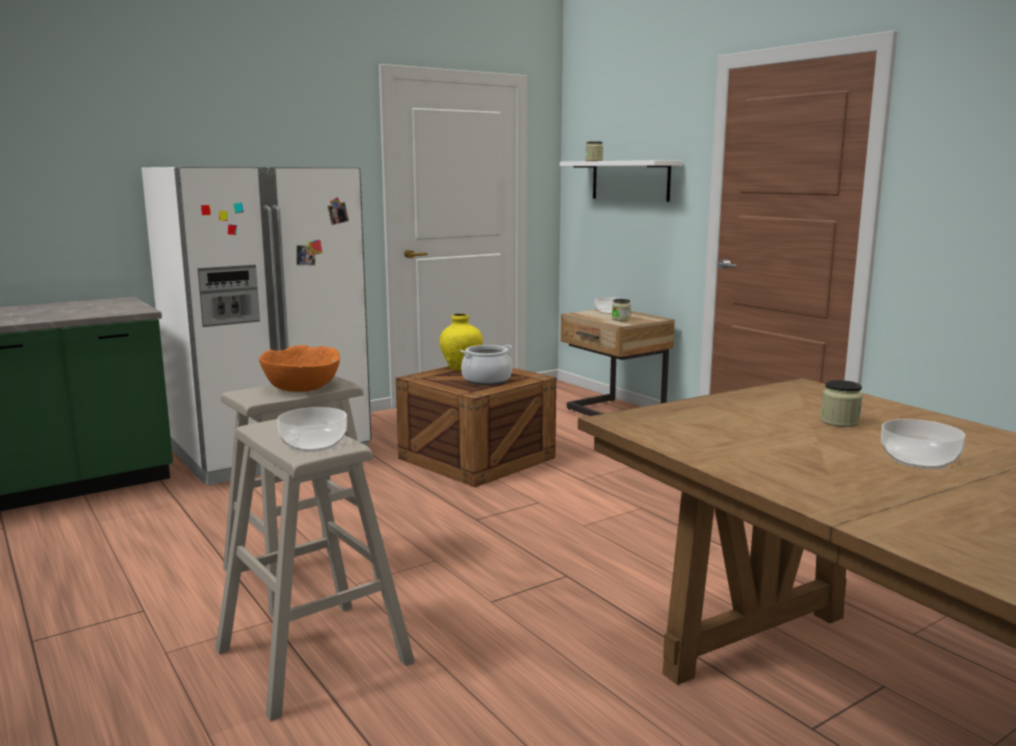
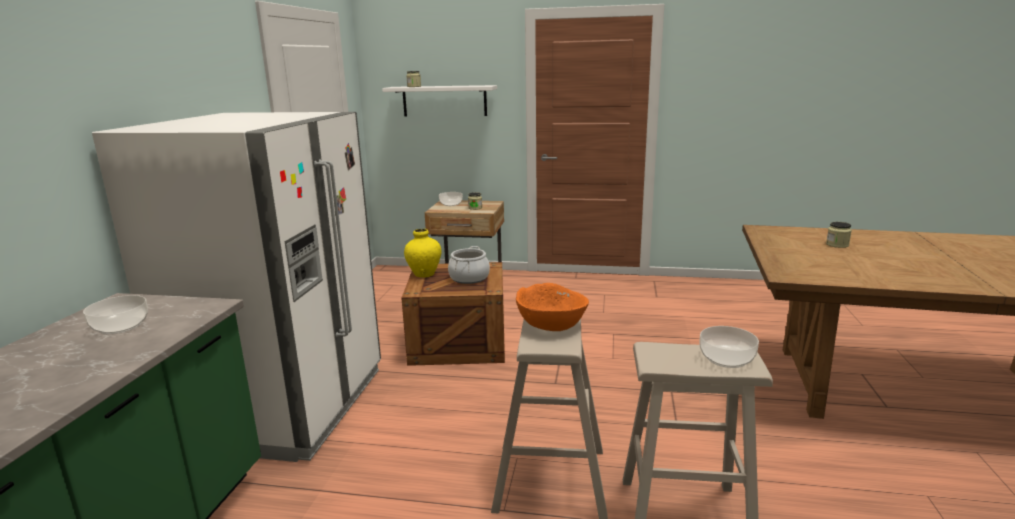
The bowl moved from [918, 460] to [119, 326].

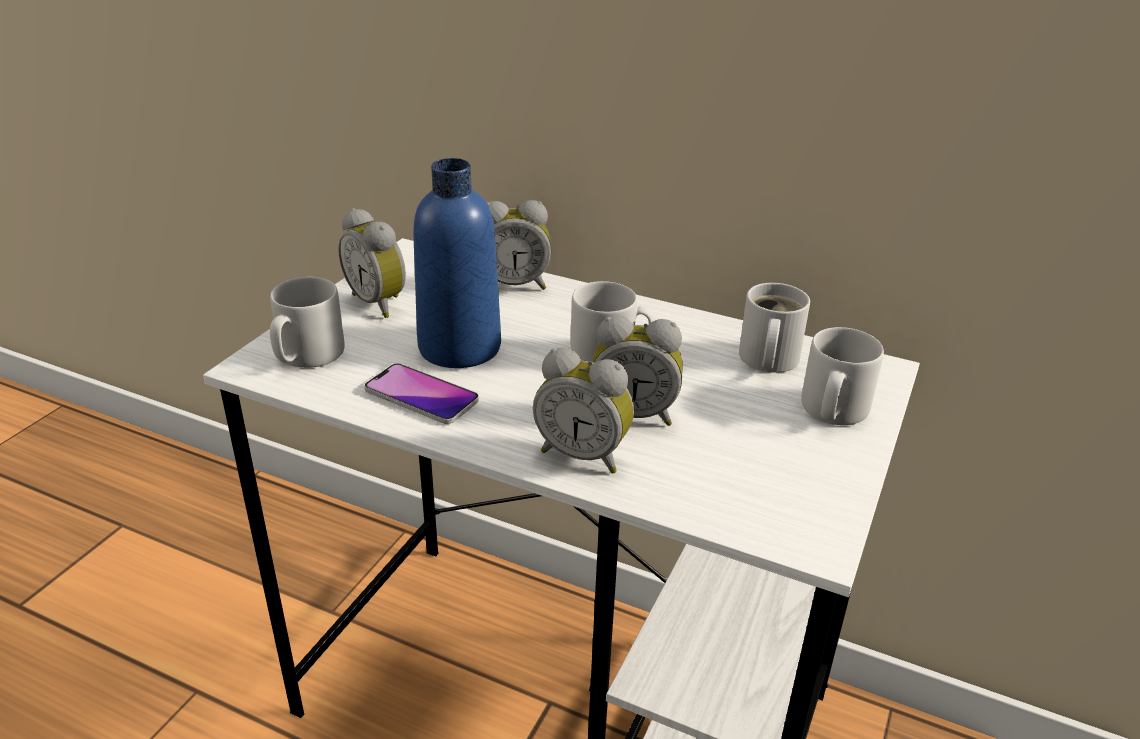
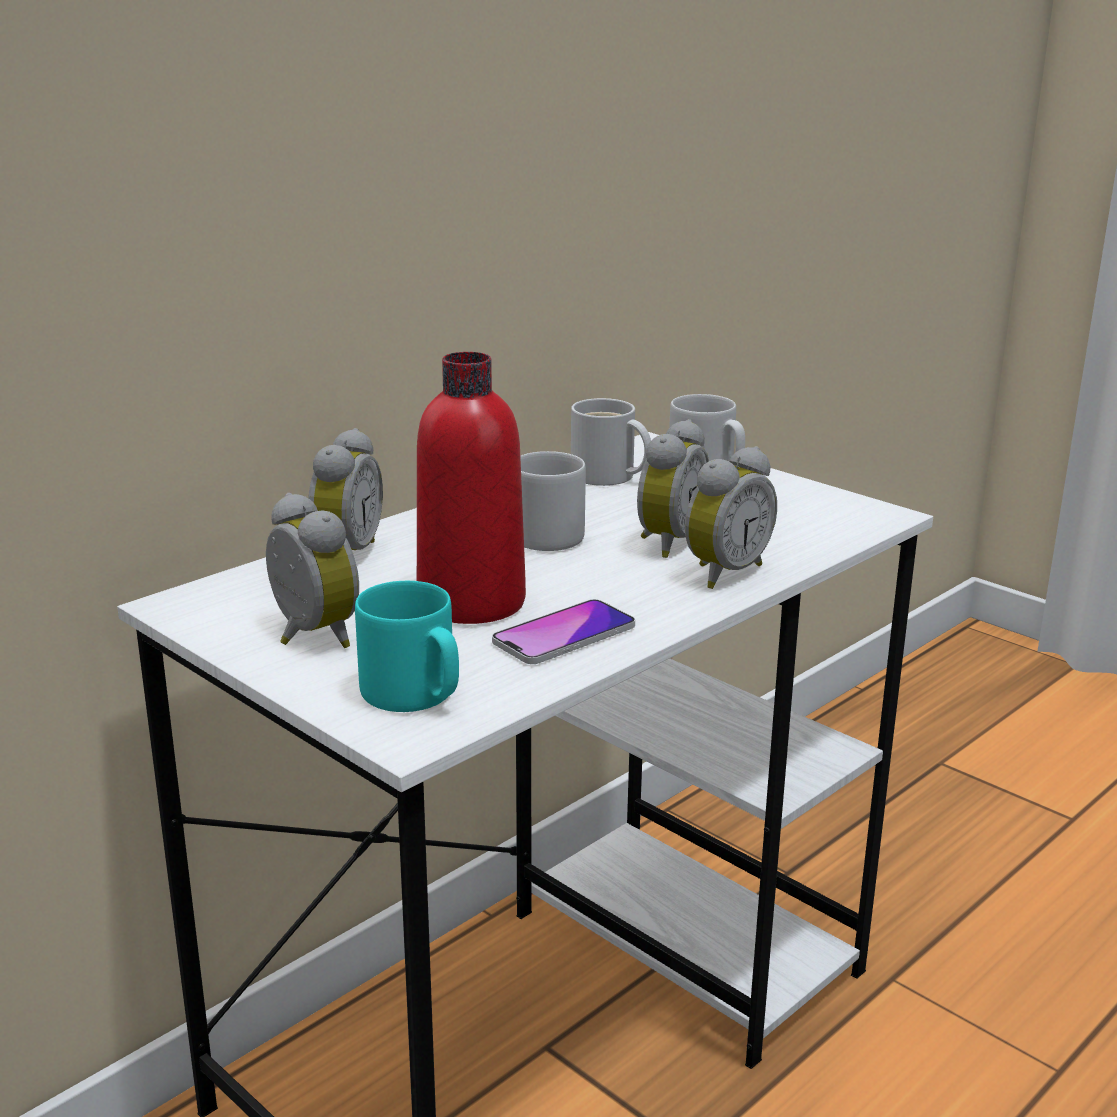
The mug/grey at [307, 356] became the mug/turquoise at [415, 696]. The alarm clock at [380, 303] turned 105 degrees counterclockwise. The bottle/blue at [459, 347] became the bottle/red at [471, 603].

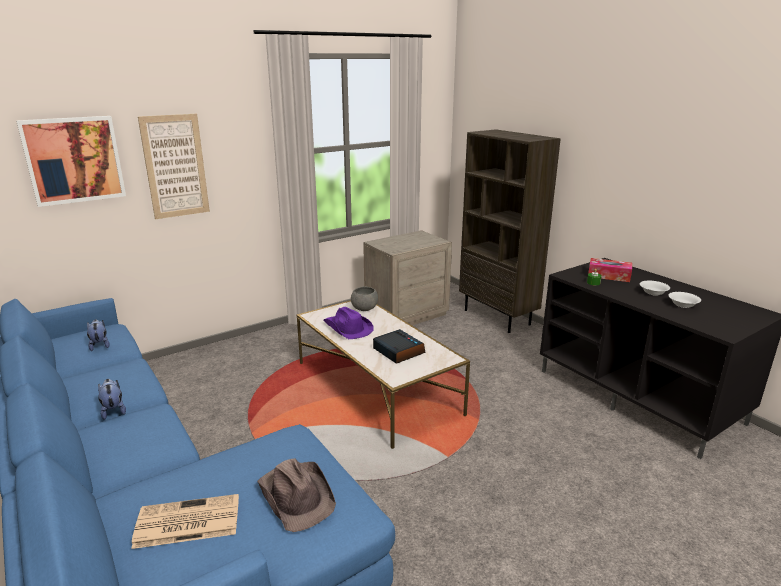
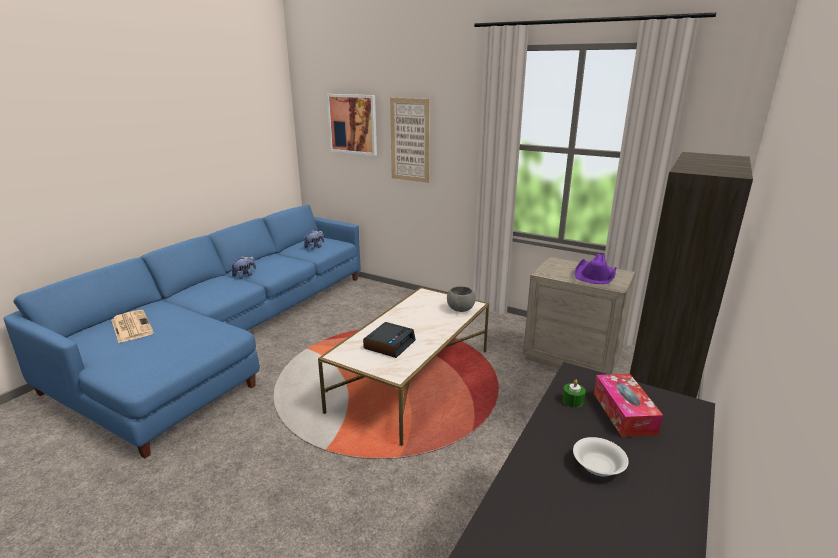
The hat/brown at [297, 495] disappeared. The hat/purple moved from [347, 328] to [595, 275]. The bowl/white at [683, 305] disappeared.

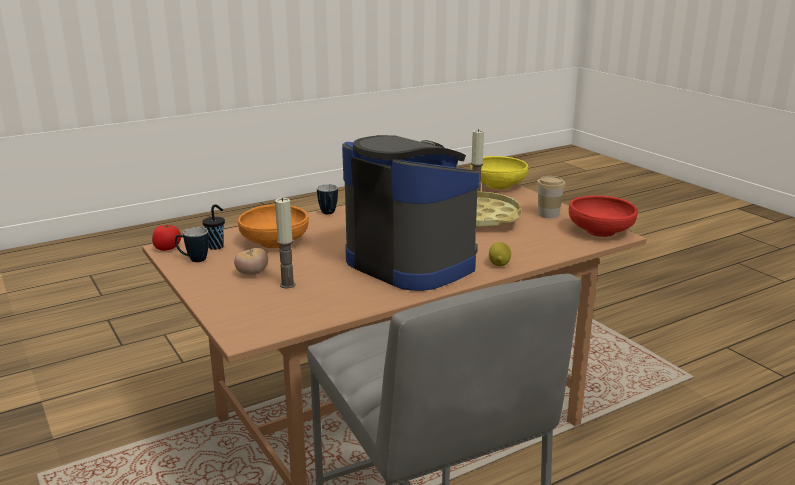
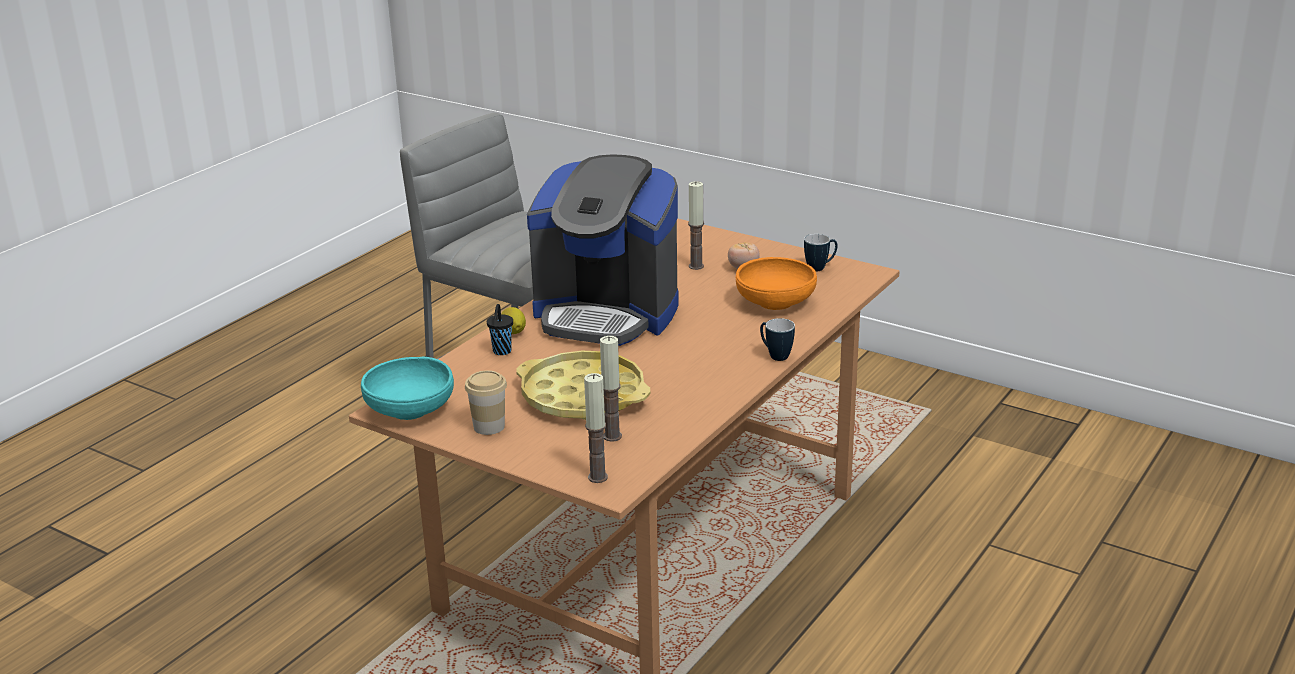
The tomato at [167, 248] disappeared. The cup/black moved from [217, 246] to [501, 352]. The bowl/yellow at [498, 186] was replaced by the candle at [597, 477]. The bowl/red at [600, 231] became the bowl/turquoise at [410, 410].

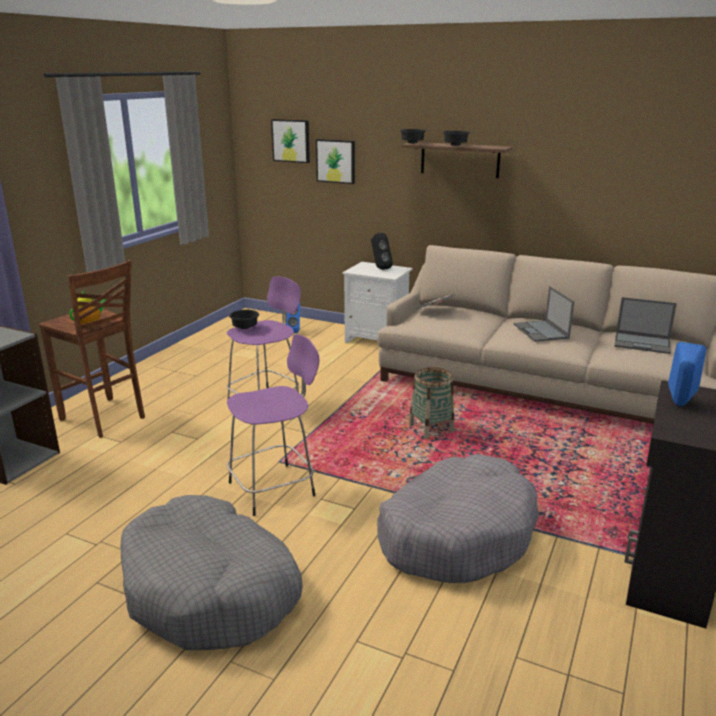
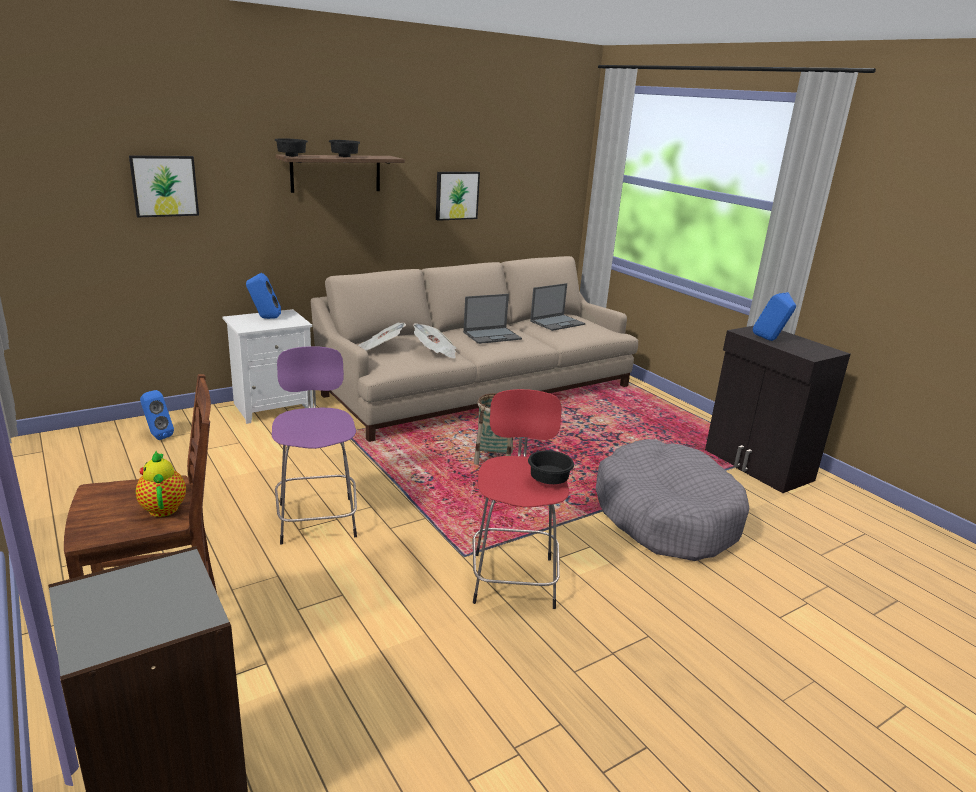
The dog bed/grey at [210, 590] disappeared. The stool/purple at [274, 488] became the stool/red at [513, 577]. The bowl/black moved from [246, 327] to [548, 479]. The picture moved from [291, 140] to [456, 195]. The speaker/black at [380, 268] became the speaker/blue at [264, 318]. The laptop at [541, 331] turned 45 degrees counterclockwise. The newspaper at [435, 353] appeared.

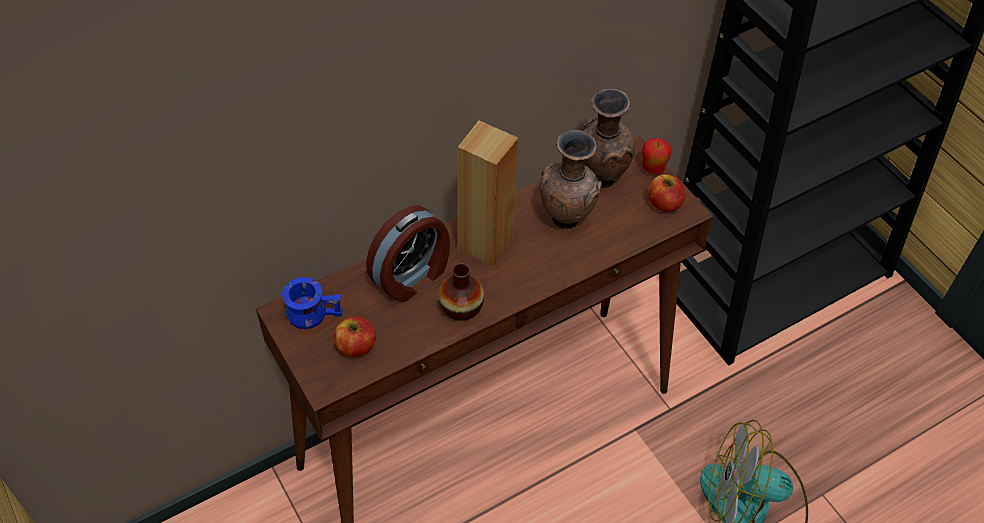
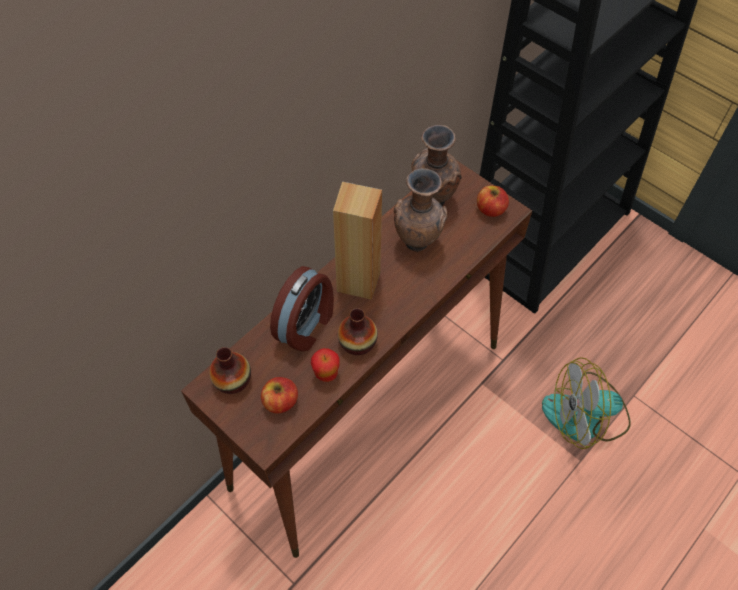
The mug/blue at [313, 311] was replaced by the vase at [232, 380]. The apple moved from [653, 168] to [326, 373].

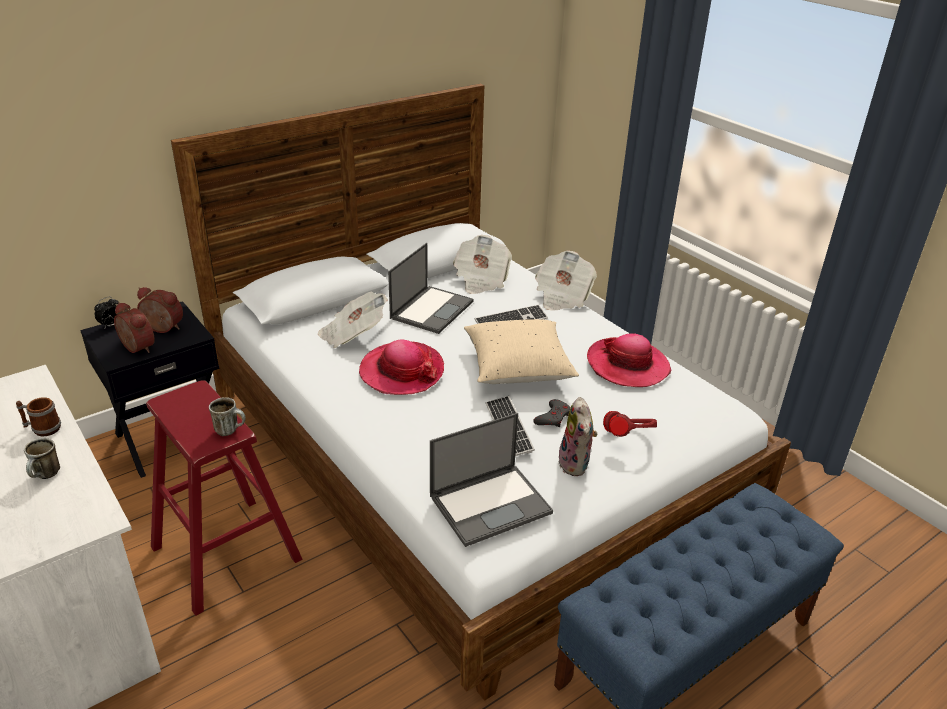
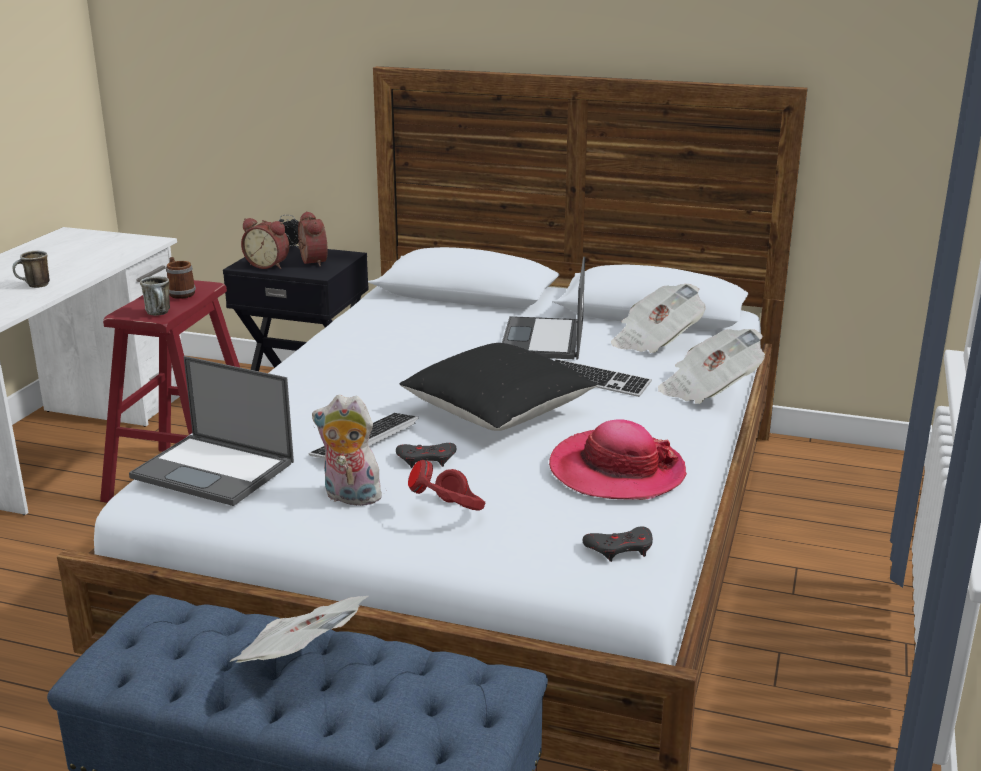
The mug moved from [42, 428] to [180, 293]. The alarm clock at [135, 348] turned 105 degrees clockwise. The newspaper moved from [352, 335] to [301, 659]. The hat at [401, 371] disappeared. The laptop at [432, 309] turned 105 degrees clockwise. The pillow/beige at [517, 368] became the pillow/black at [498, 413]. The plush toy at [576, 464] turned 60 degrees clockwise. The game controller/grey at [620, 549] appeared.

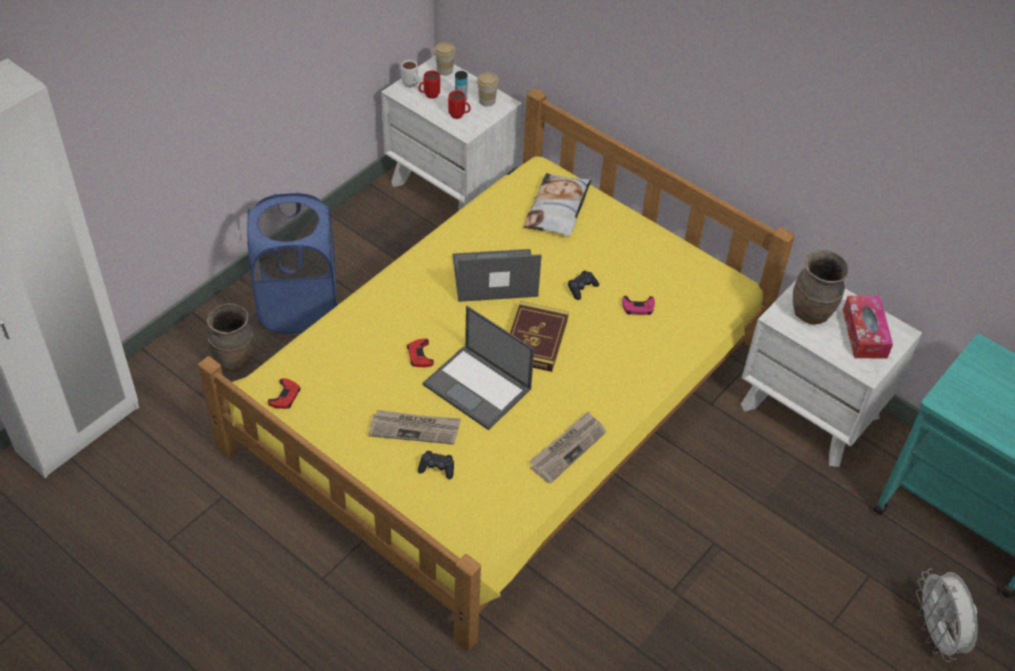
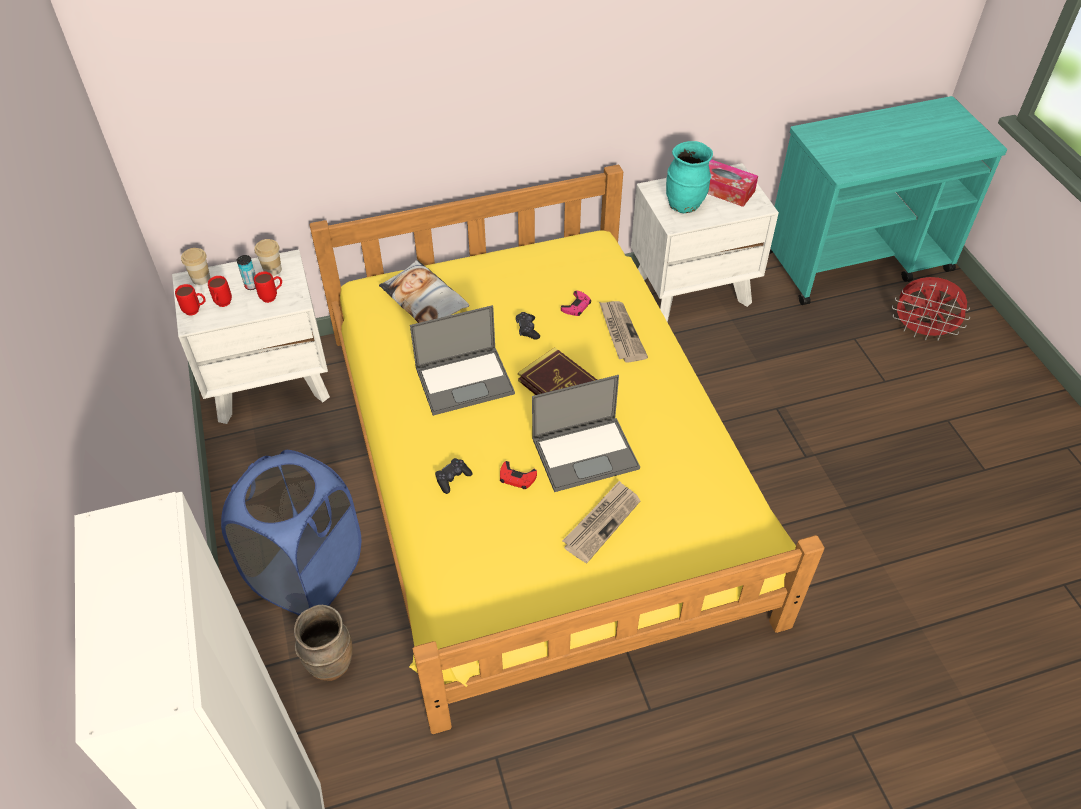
The game controller/red at [285, 396] disappeared. The mug/white at [411, 86] became the mug/red at [196, 311]. The game controller/black moved from [437, 468] to [452, 478]. The laptop at [493, 277] turned 135 degrees counterclockwise. The newspaper moved from [567, 448] to [620, 332]. The vase/brown at [811, 314] became the vase/turquoise at [684, 205]. The fan/white at [936, 635] became the fan/red at [921, 332].

